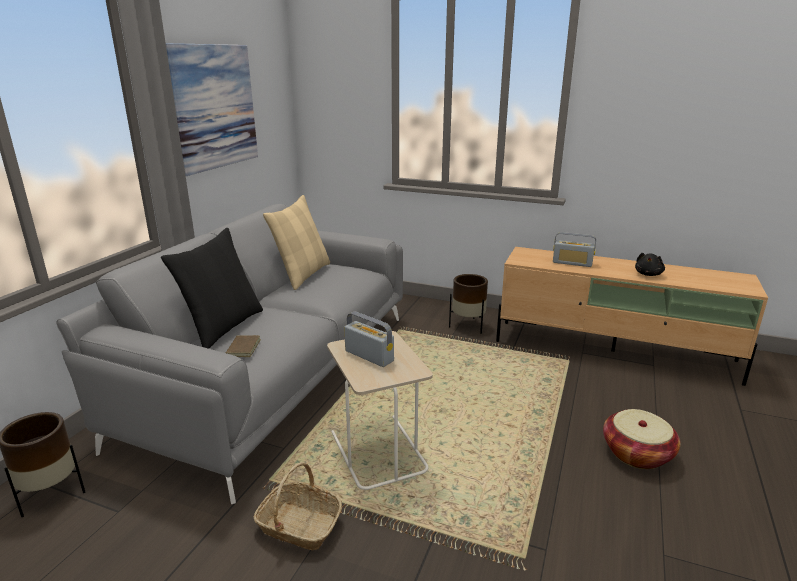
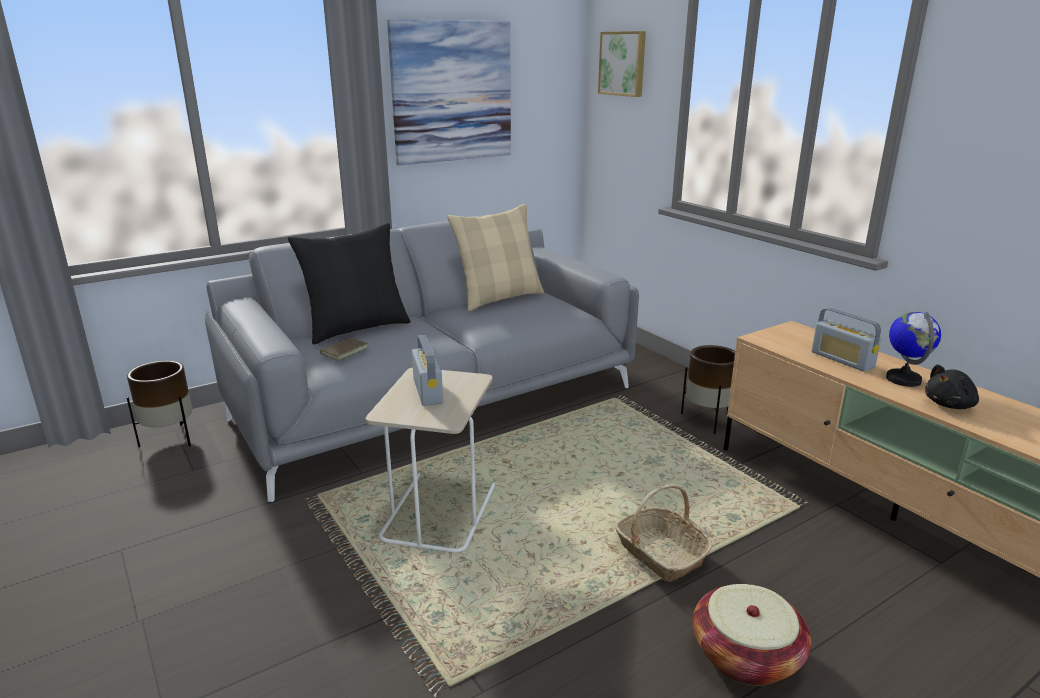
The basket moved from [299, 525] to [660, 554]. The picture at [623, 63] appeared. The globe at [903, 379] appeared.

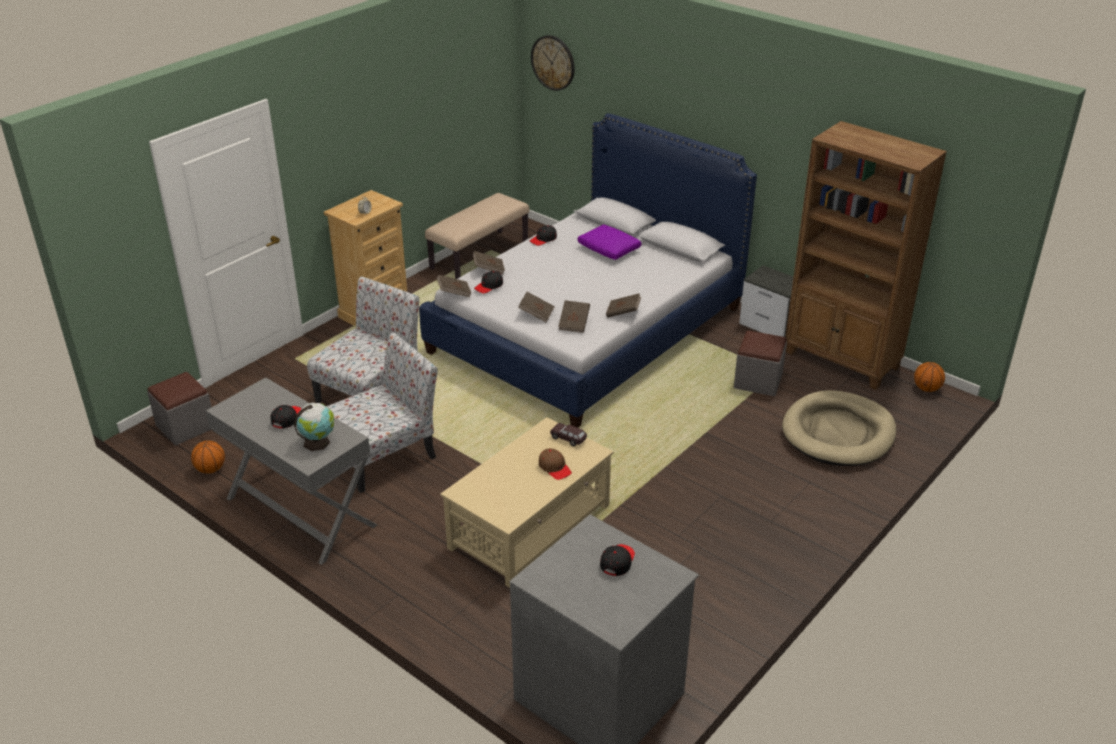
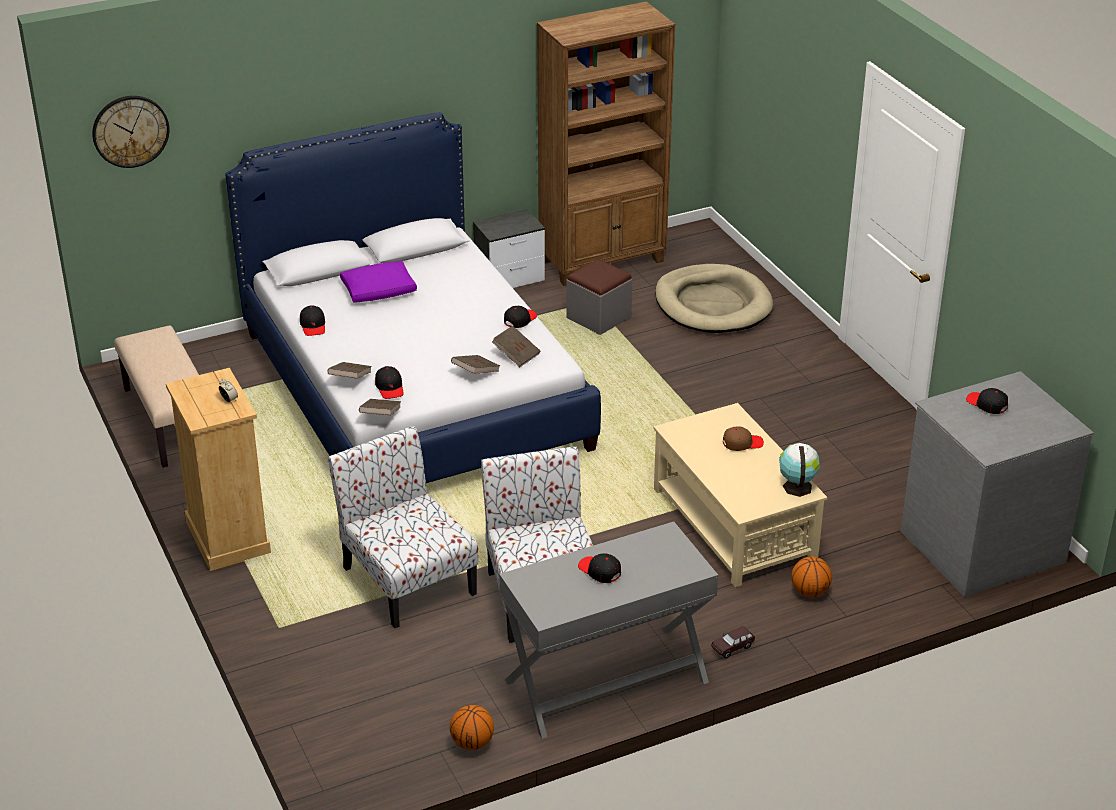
The ottoman/grey at [185, 426] disappeared. The globe moved from [318, 442] to [797, 486]. The toy car/brown moved from [568, 438] to [732, 647]. The book/brown at [623, 313] was replaced by the cap/black at [520, 320]. The basketball moved from [926, 389] to [810, 592].

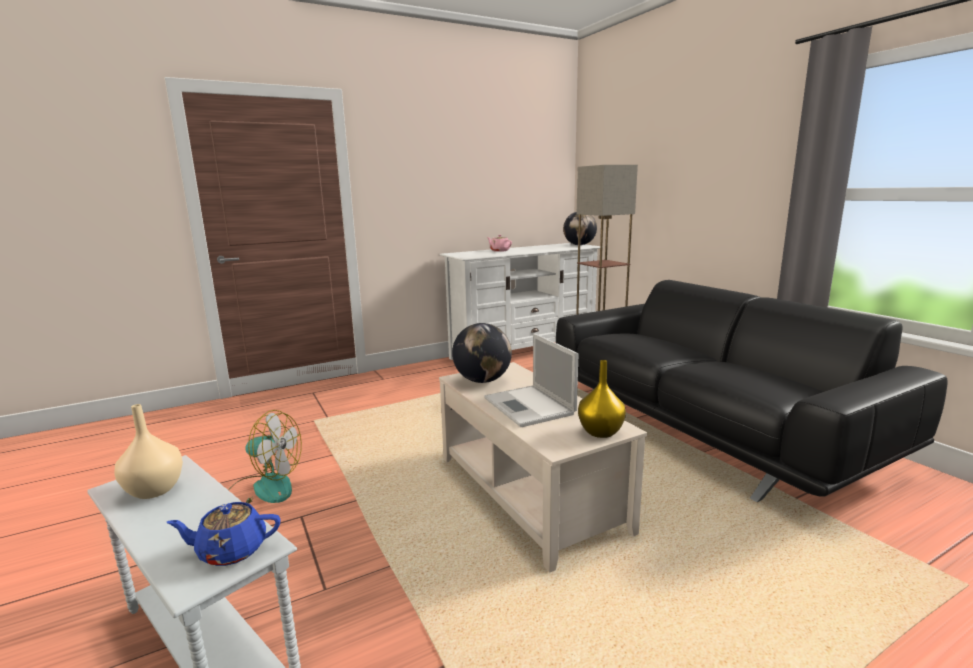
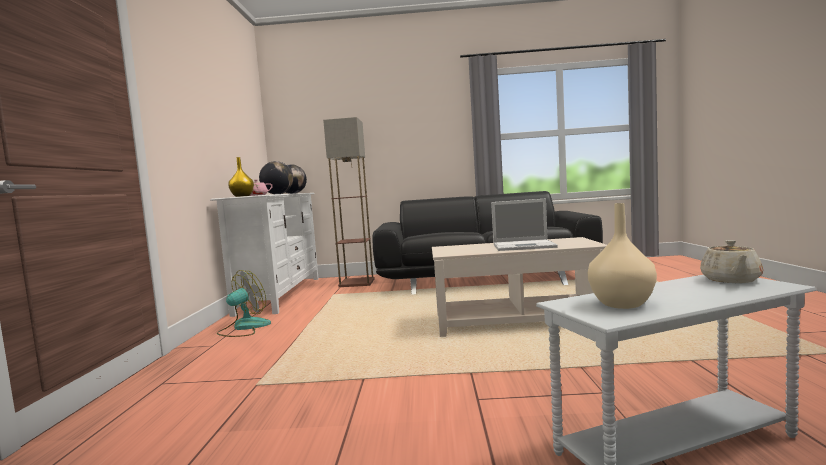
The teapot/blue at [231, 550] became the teapot/beige at [730, 280]. The fan moved from [263, 489] to [244, 328]. The globe moved from [482, 381] to [278, 194]. The vase/yellow moved from [599, 432] to [241, 196].

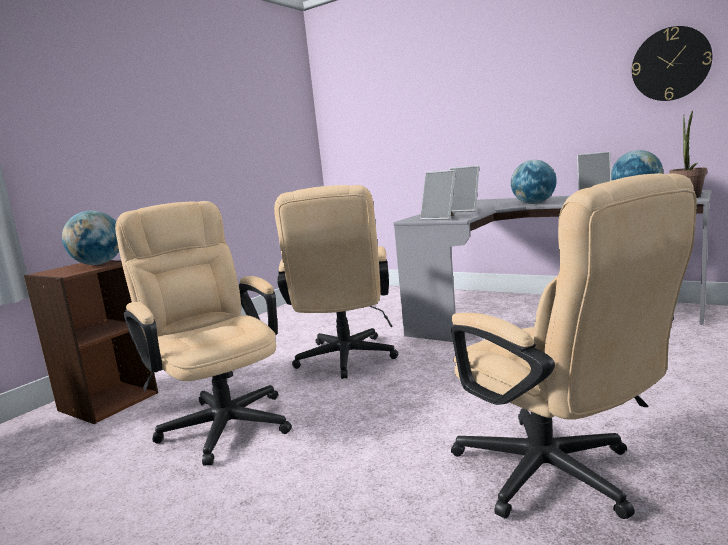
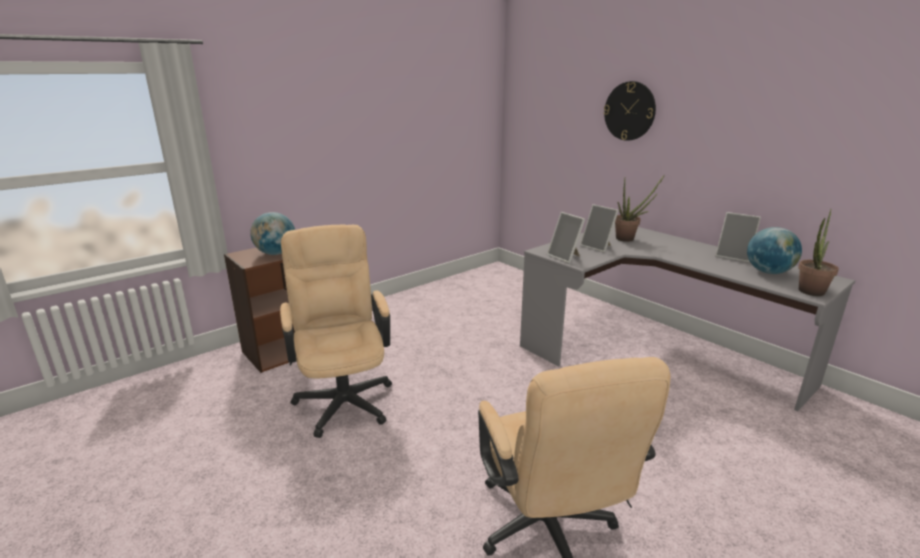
The office chair/beige at [345, 361] disappeared. The globe at [534, 203] disappeared. The wall clock moved from [670, 64] to [629, 111]. The potted plant at [629, 239] appeared.

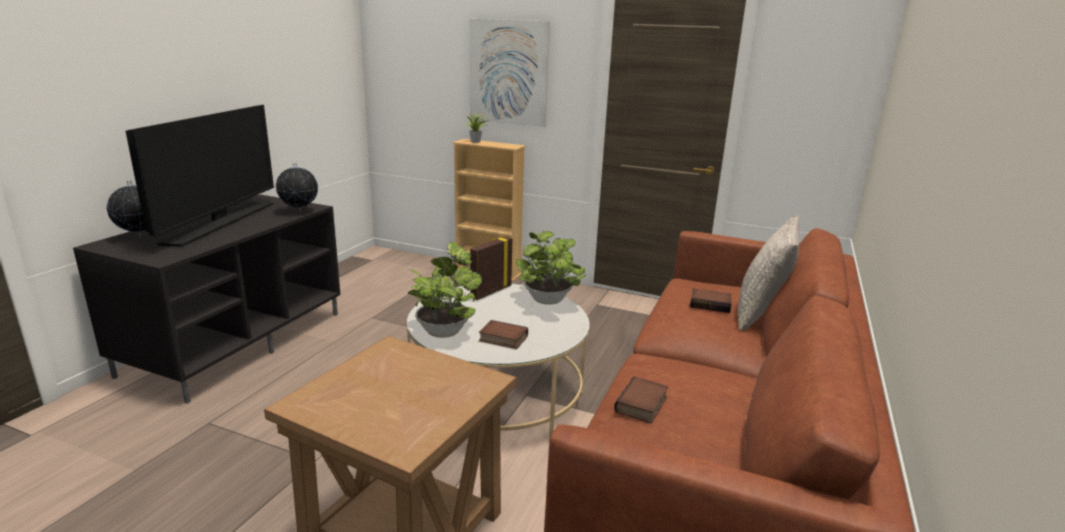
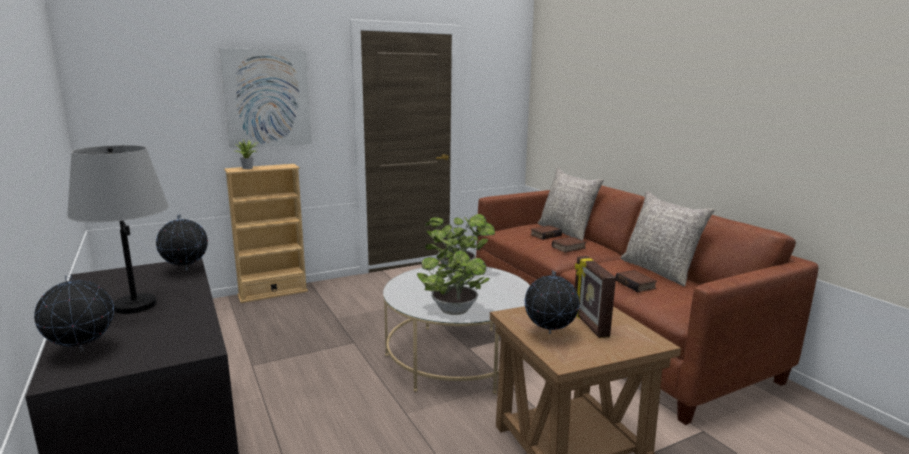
The television at [220, 222] was replaced by the table lamp/grey at [134, 306]. The picture frame moved from [490, 292] to [589, 324]. The book moved from [502, 339] to [569, 248]. The globe at [549, 334] appeared. The pillow/grey at [659, 271] appeared.

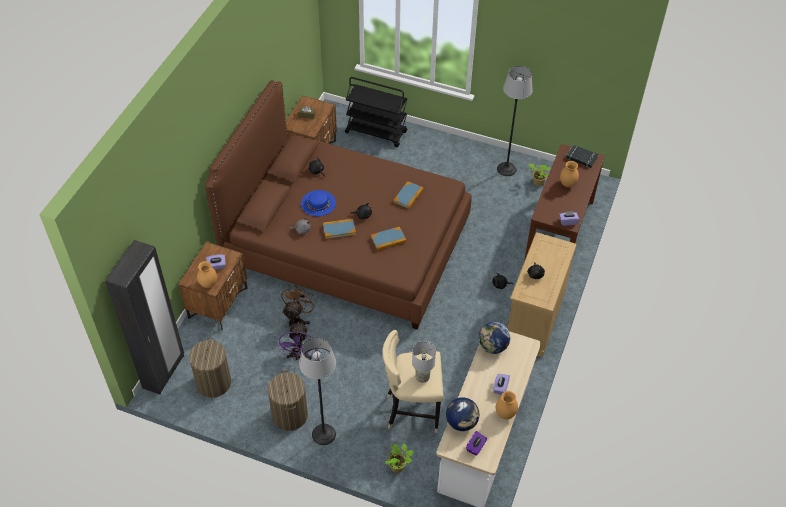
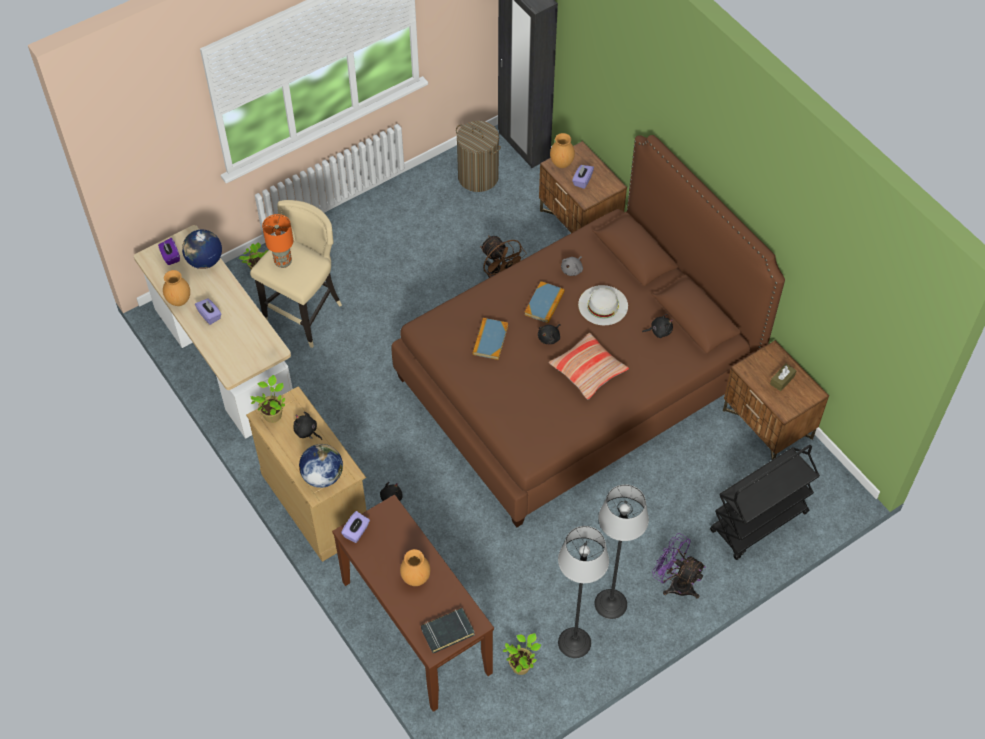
The laundry basket at [290, 415] disappeared. The fan/purple moved from [299, 356] to [675, 583]. The floor lamp moved from [323, 434] to [611, 603]. The hat/blue at [318, 203] became the hat/white at [603, 305]. The book at [408, 196] disappeared. The table lamp/grey at [422, 377] became the table lamp/orange at [283, 262]. The globe moved from [492, 346] to [322, 476]. The potted plant at [273, 414] appeared. The pillow at [588, 370] appeared.

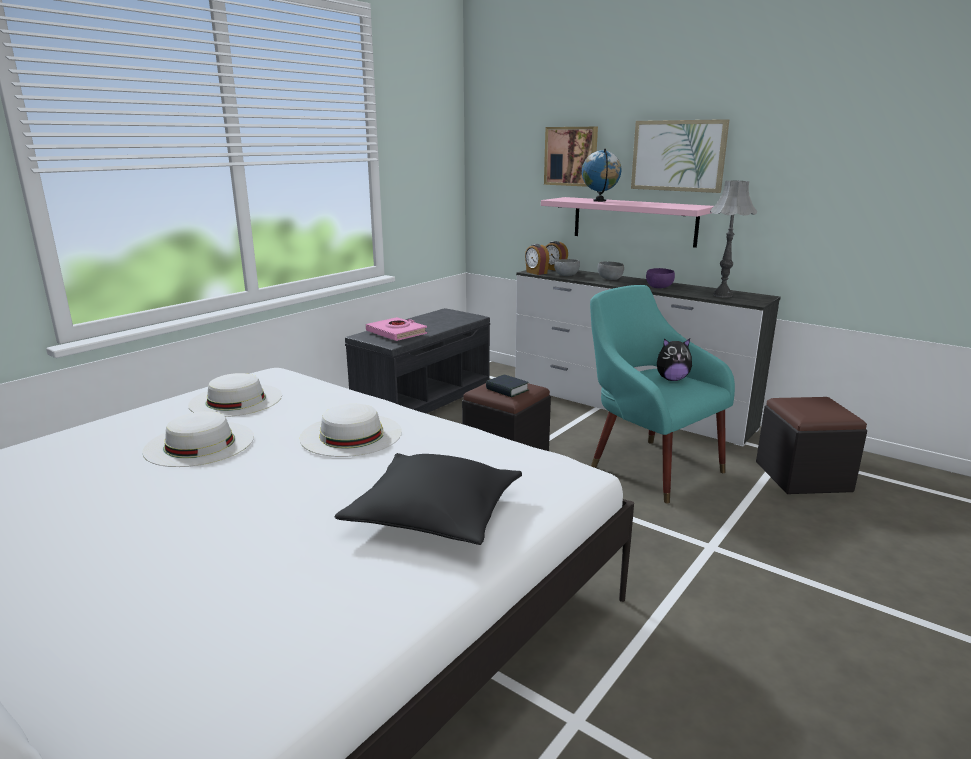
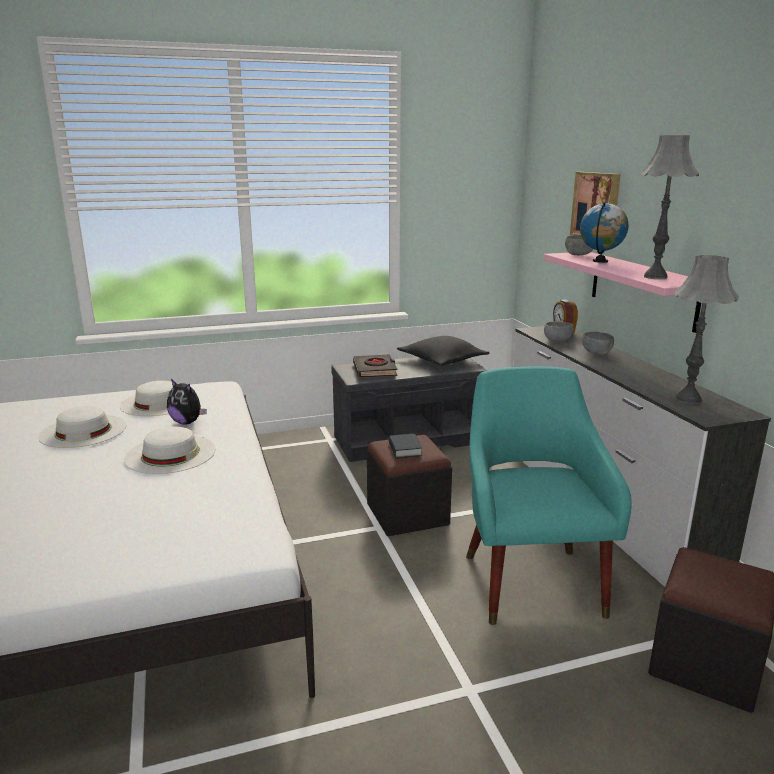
The pillow/black moved from [434, 513] to [442, 360]. The book/pink at [396, 333] became the book/black at [375, 370]. The alarm clock at [536, 273] disappeared. The picture at [678, 155] disappeared. The bowl/purple at [659, 287] disappeared. The plush toy moved from [672, 379] to [187, 422]. The bowl/grey at [579, 255] appeared. The table lamp/grey at [655, 277] appeared.

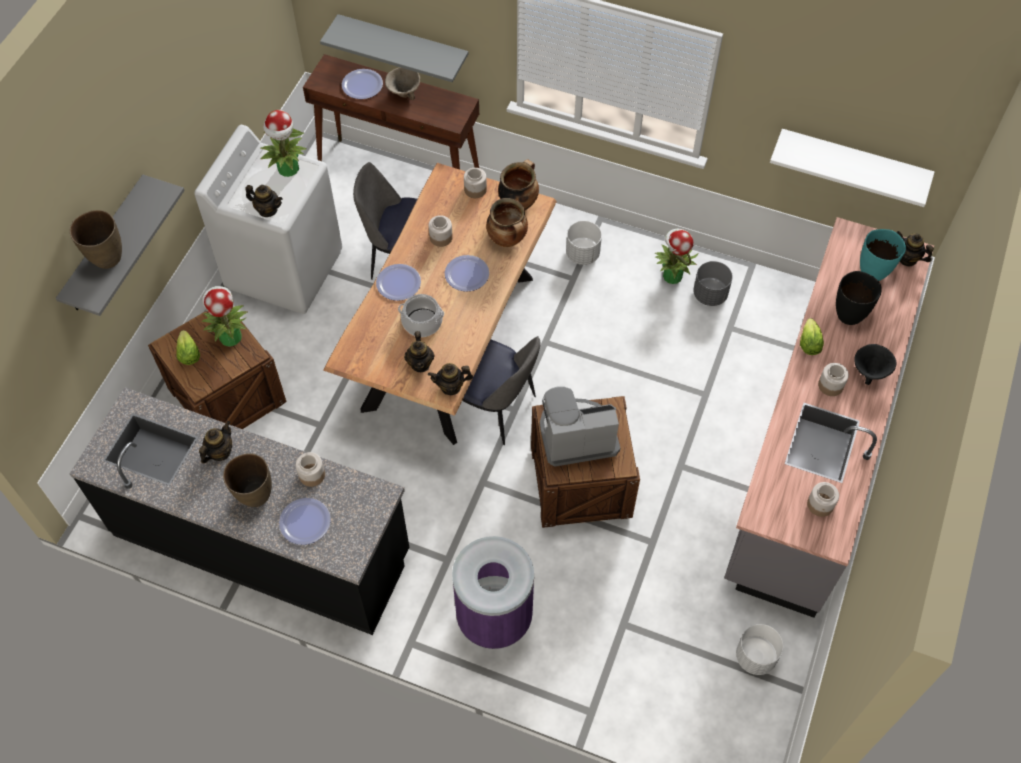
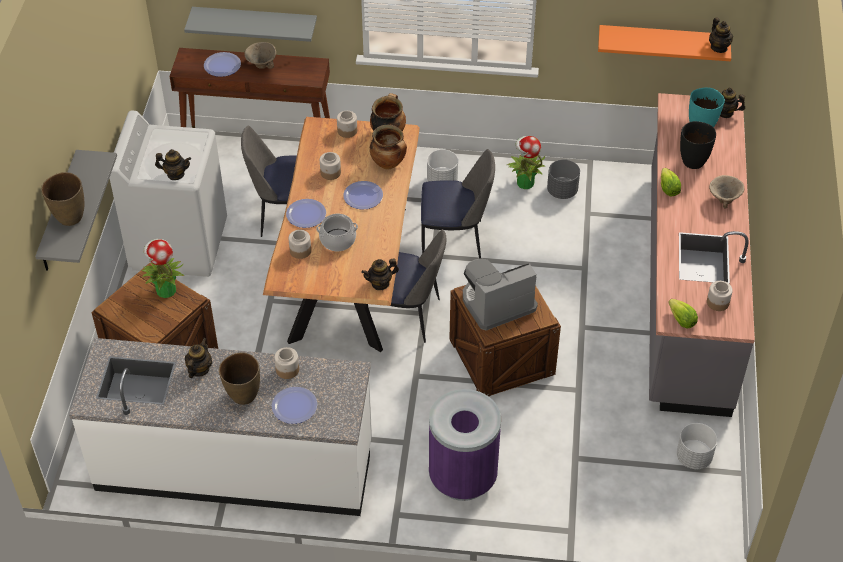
The counter/black at [262, 542] became the counter/white at [235, 465]. The lettuce moved from [189, 354] to [681, 320]. The potted plant at [288, 169] disappeared. The teapot moved from [420, 364] to [719, 47]. The shelf/white at [853, 162] became the shelf/orange at [662, 41]. The jar moved from [830, 385] to [300, 251]. The bowl/black at [869, 372] became the bowl/beige at [723, 200]. The chair at [455, 241] appeared.

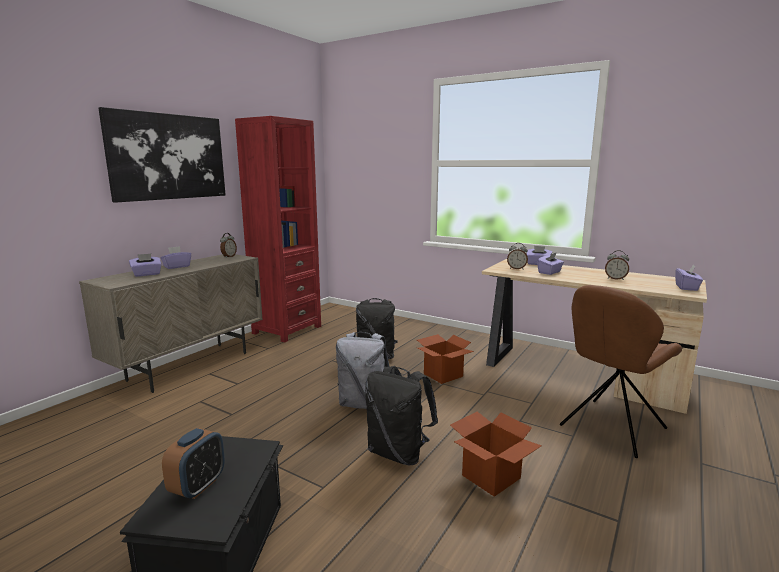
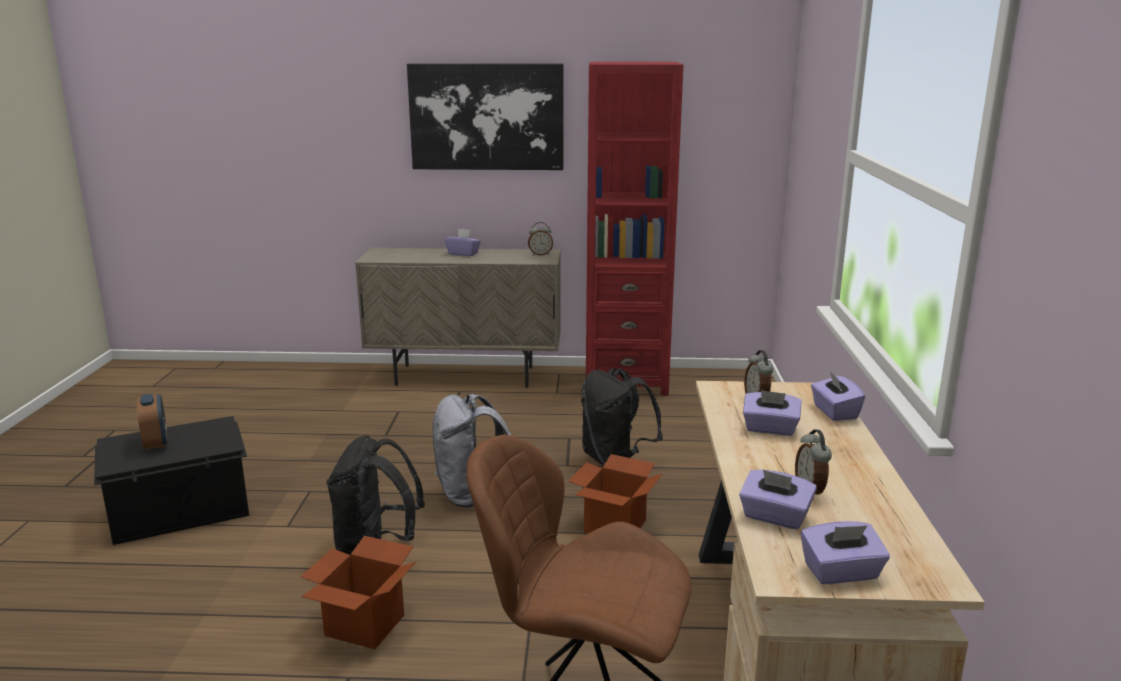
The tissue box/purple moved from [147, 274] to [775, 517]. The alarm clock at [198, 486] turned 105 degrees counterclockwise.

